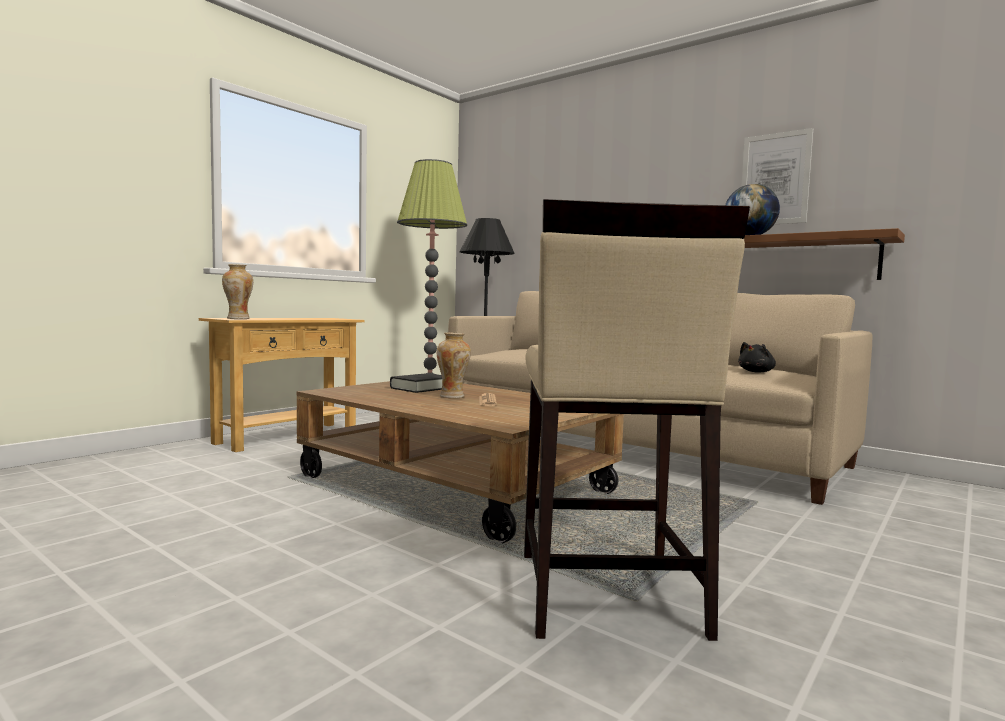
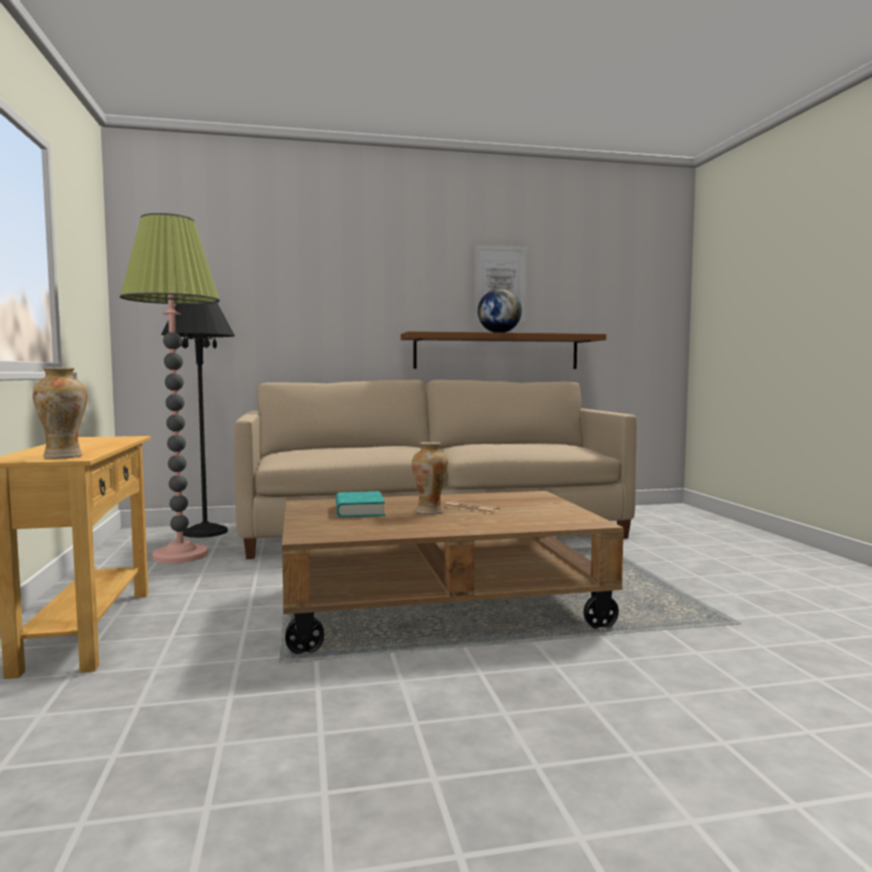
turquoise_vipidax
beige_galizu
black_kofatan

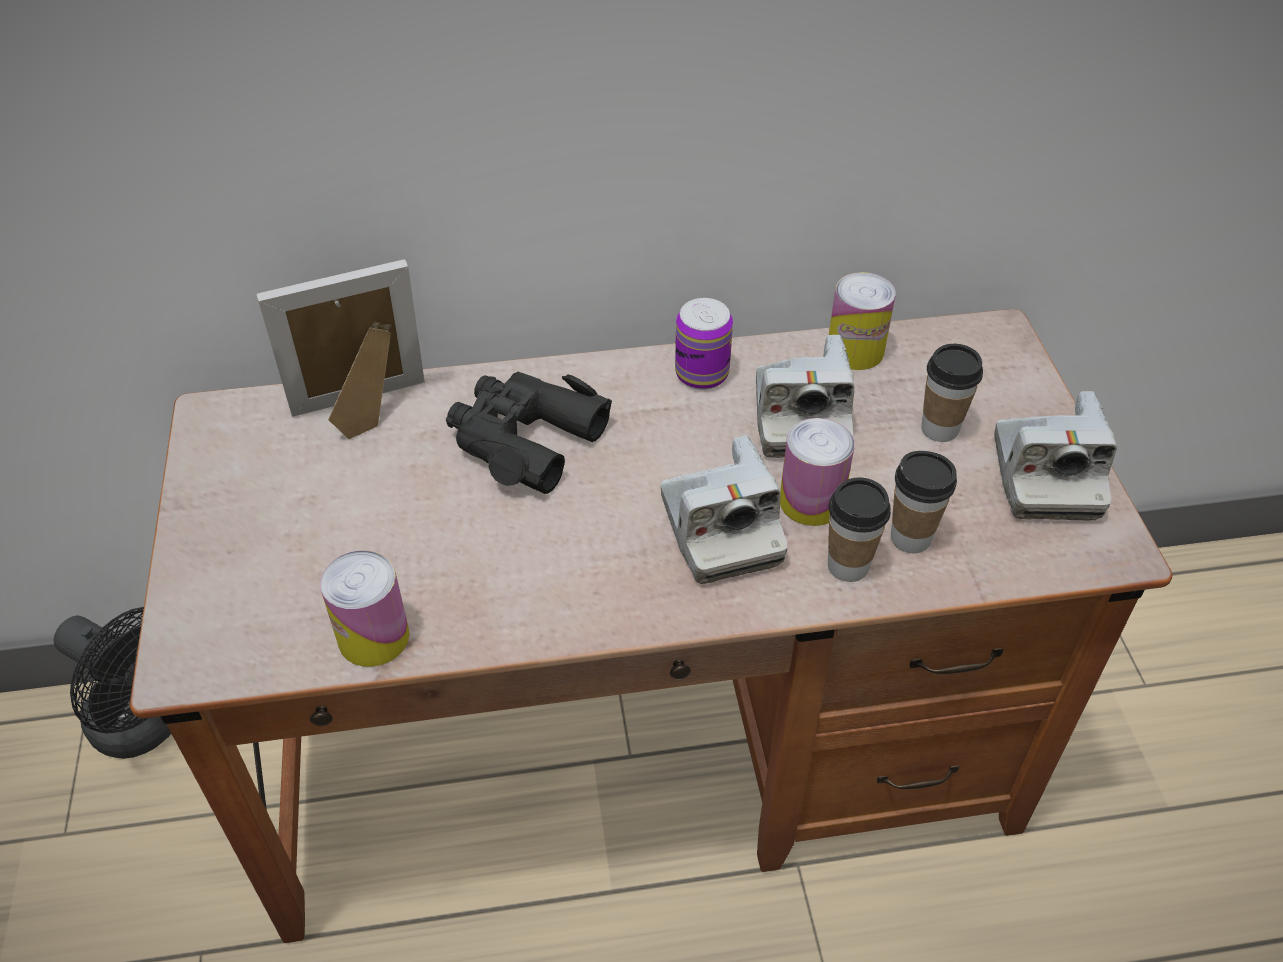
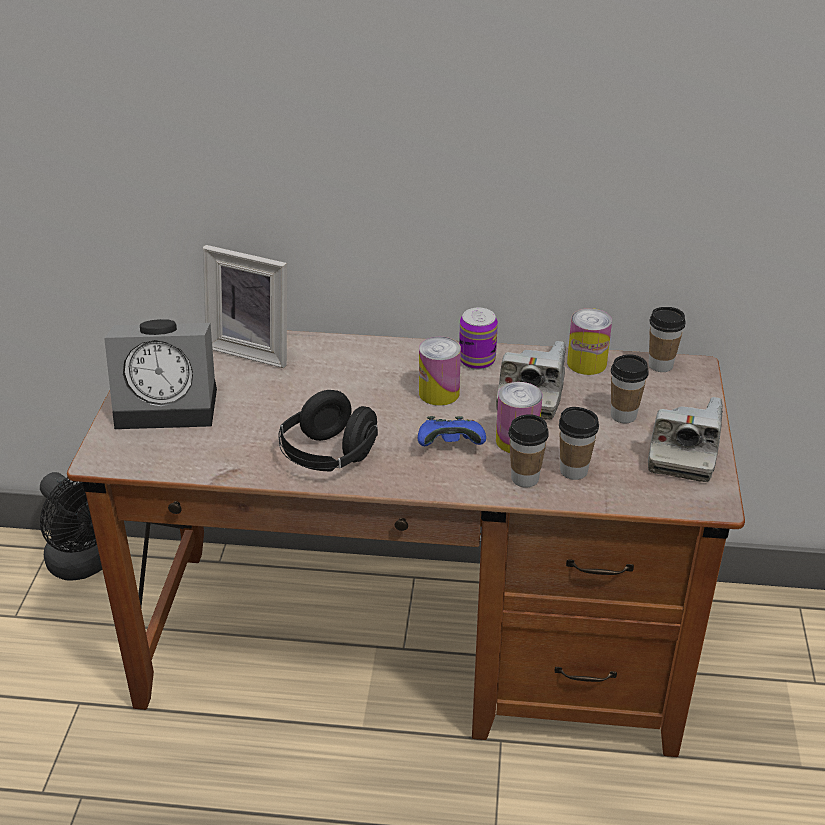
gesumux
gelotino (no. 1 from left)
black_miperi
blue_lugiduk
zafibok
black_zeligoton
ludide (no. 4 from left)

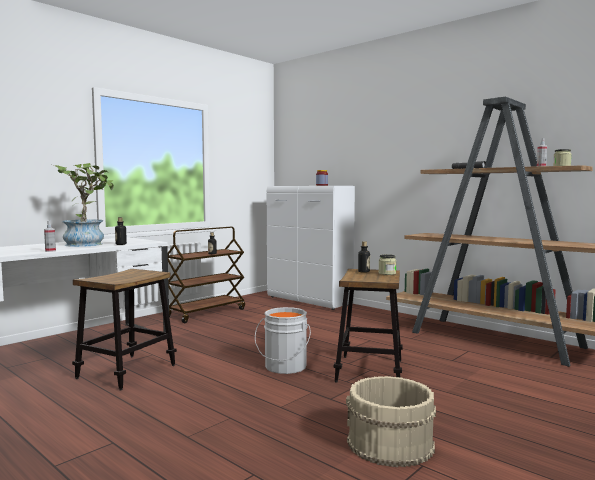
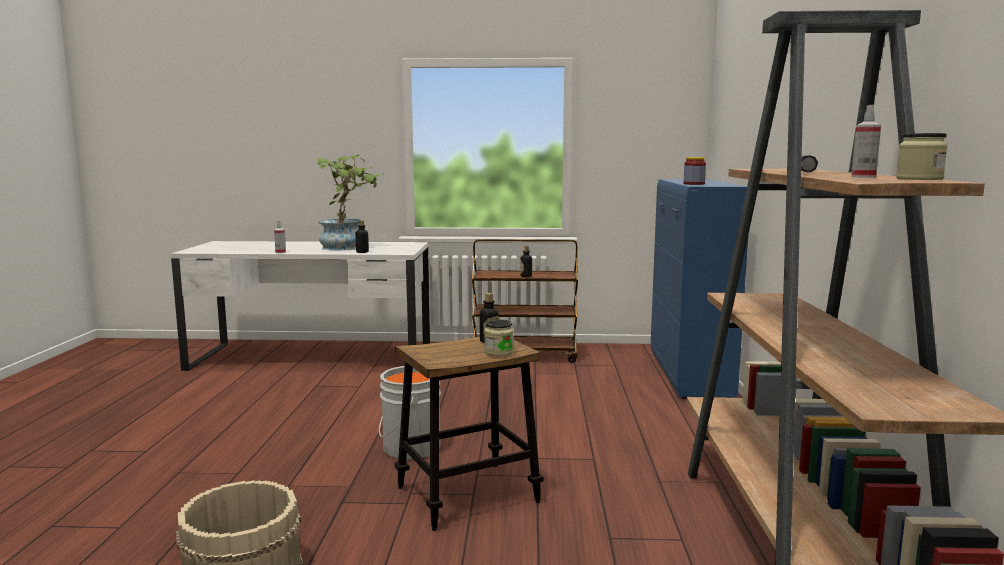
galizu (no. 1 from left in the first image)
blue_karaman

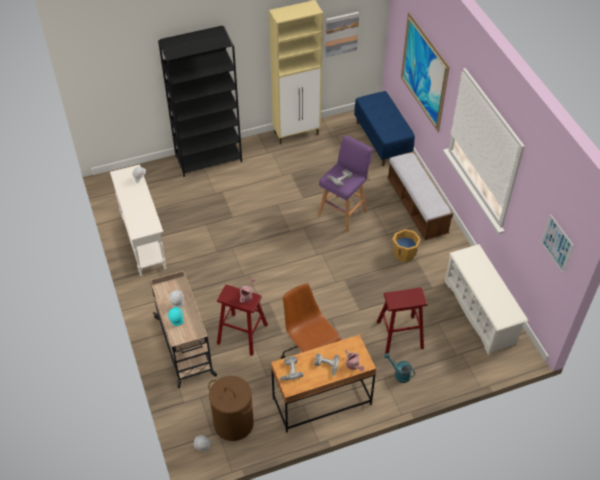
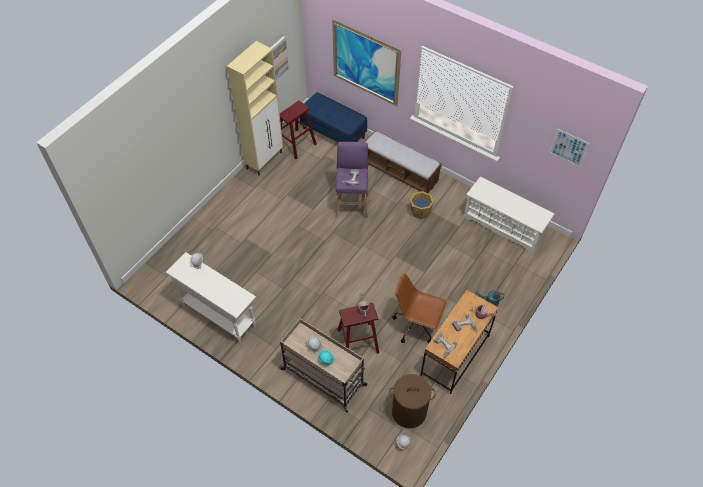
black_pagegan
red_galizu (no. 1 from left)

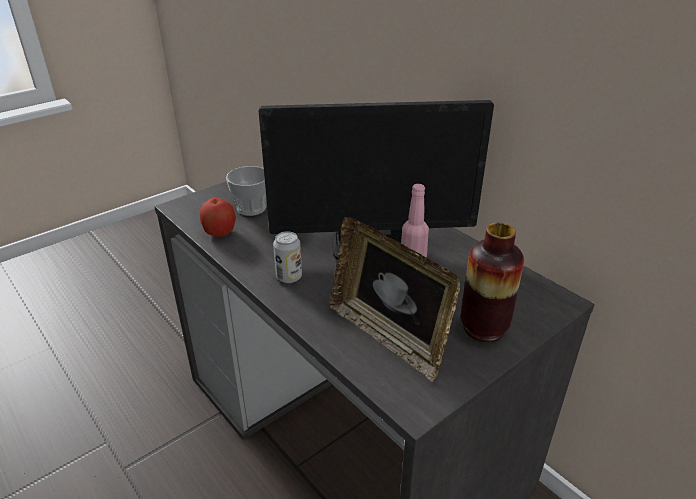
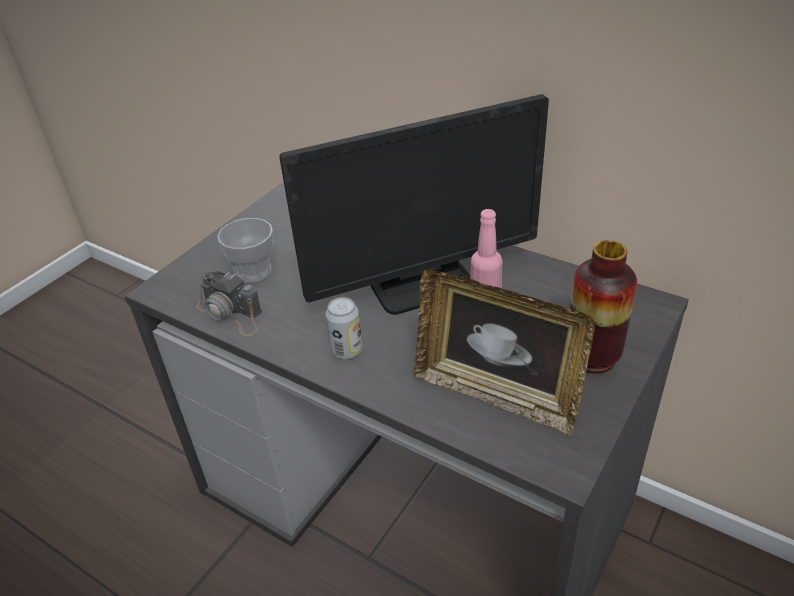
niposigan

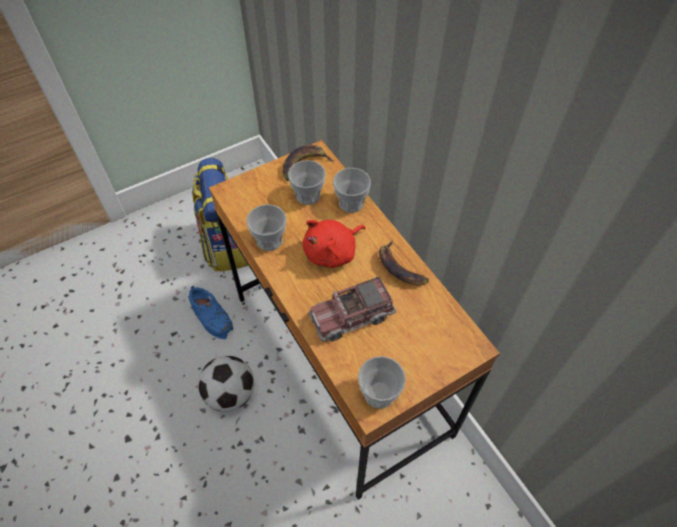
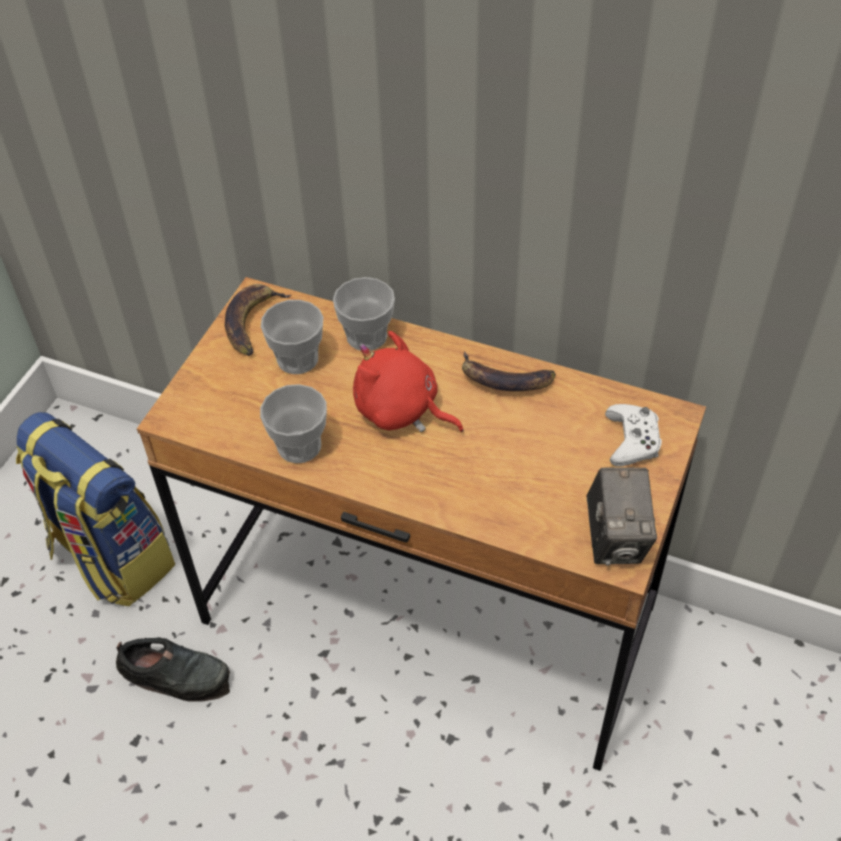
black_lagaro
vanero
red_kofatan
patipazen
niposigan
white_lugiduk

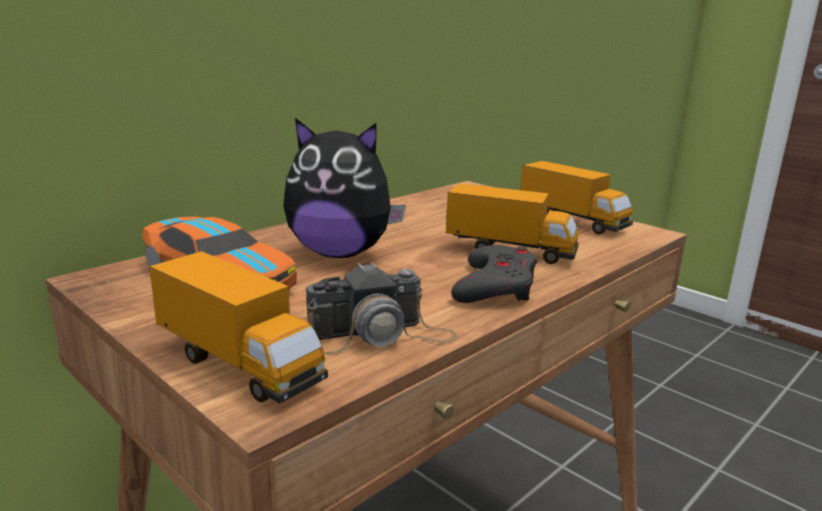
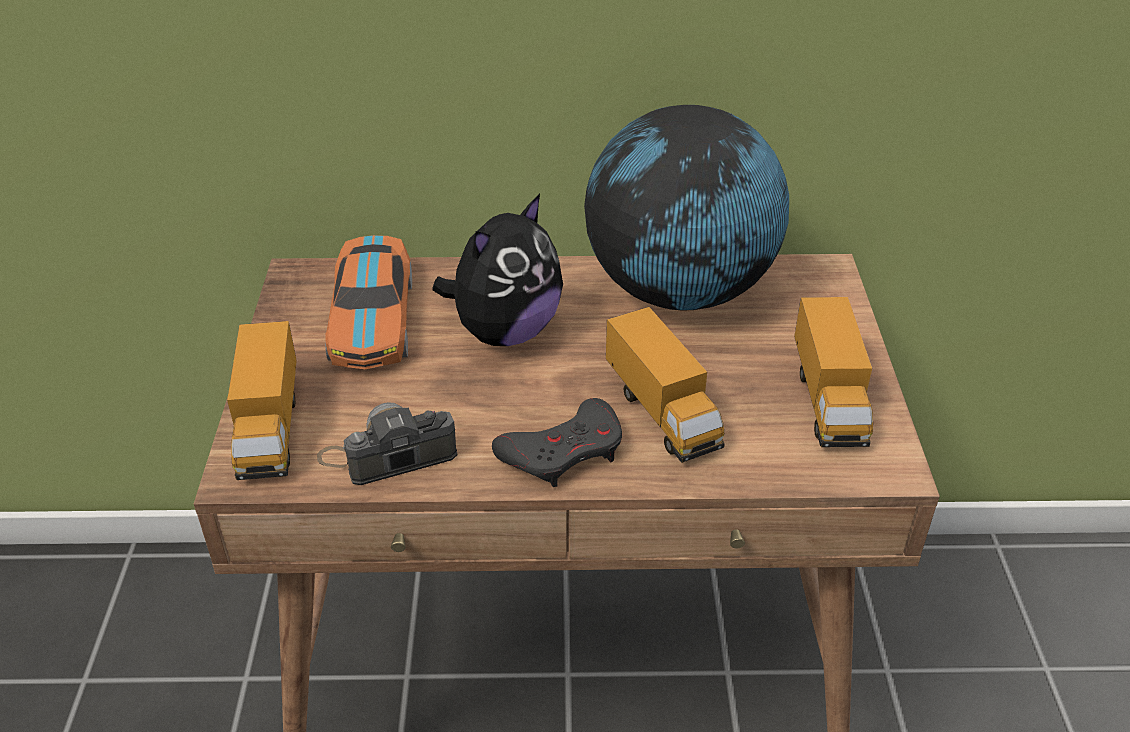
kofatan
niposigan
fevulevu

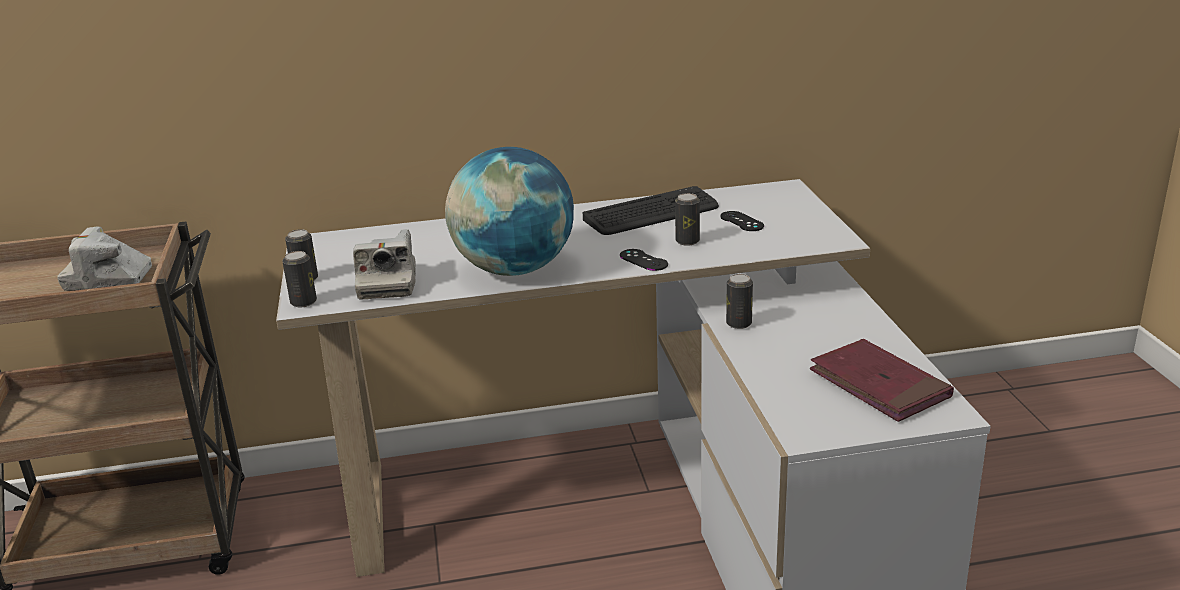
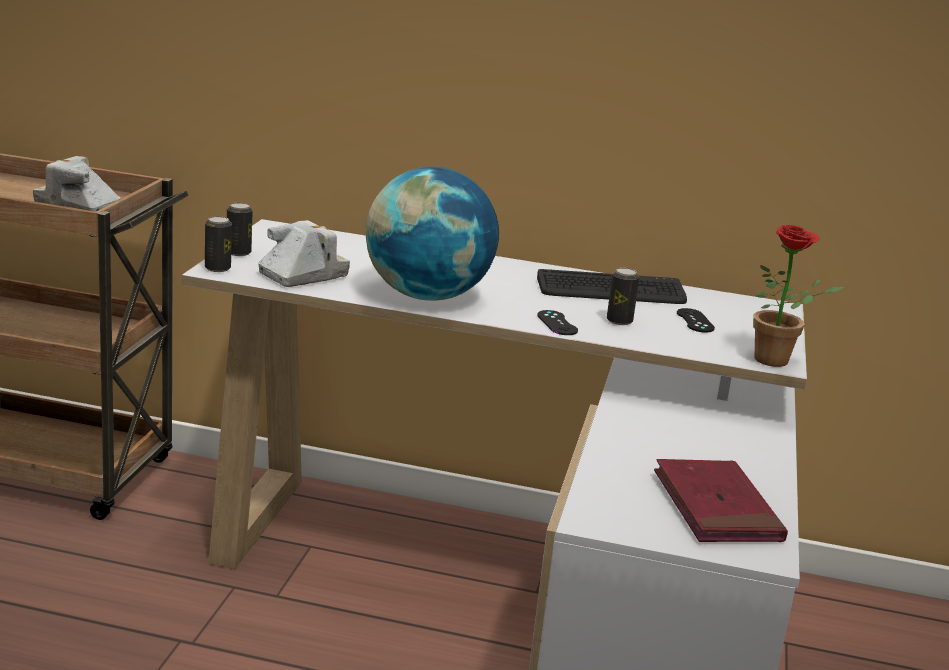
niposigan (no. 2 from left)
gelotino (no. 4 from left in the first image)
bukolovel

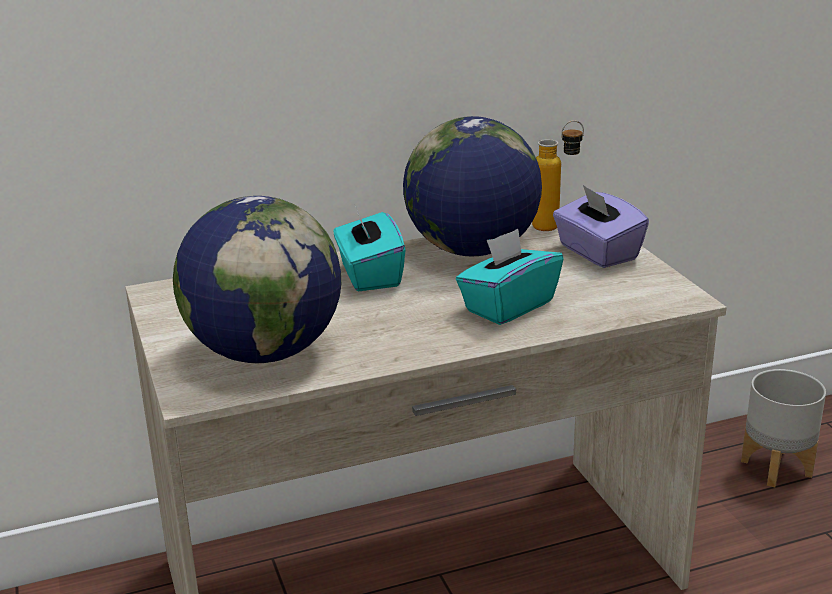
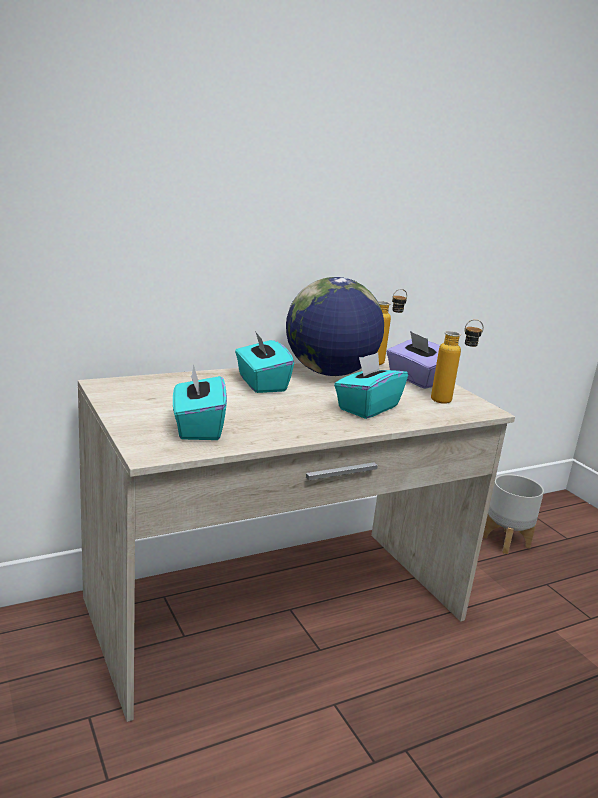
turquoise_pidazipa (no. 1 from left)
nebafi (no. 2 from left)

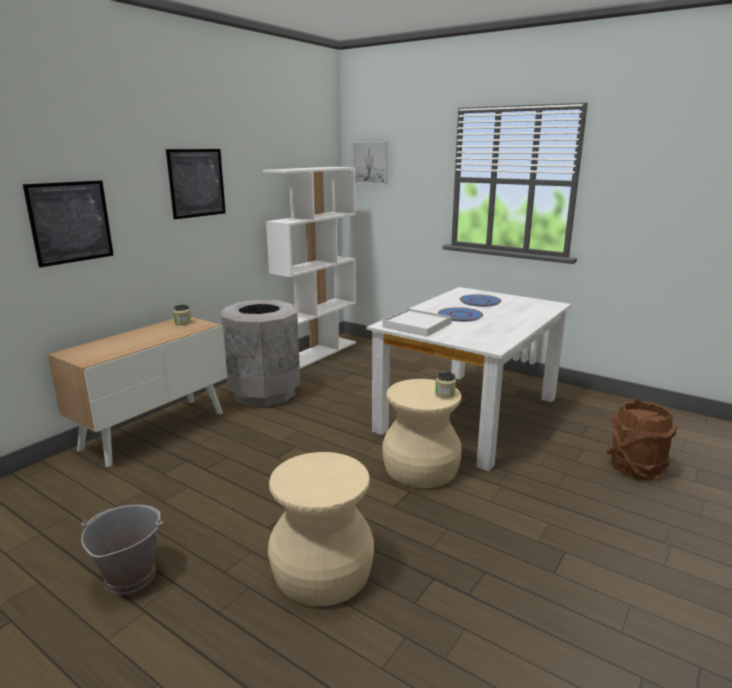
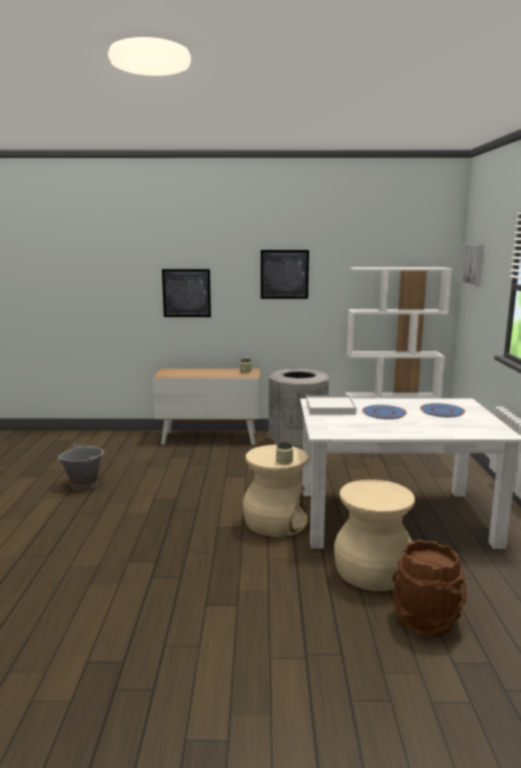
beige_galizu (no. 2 from left)

